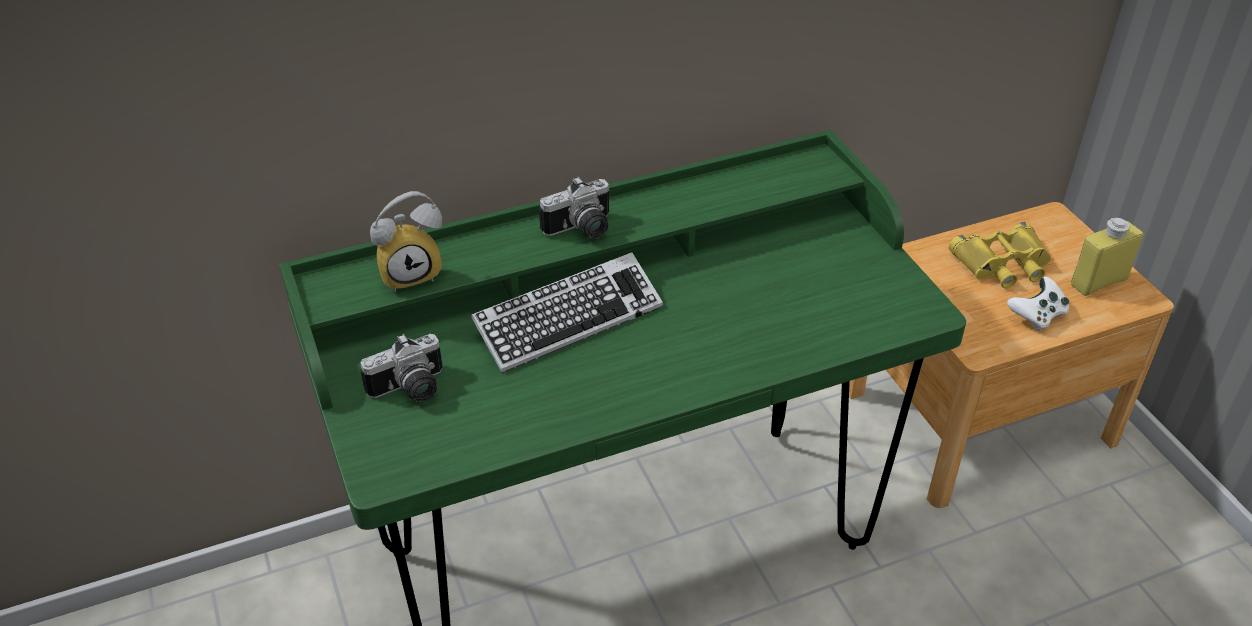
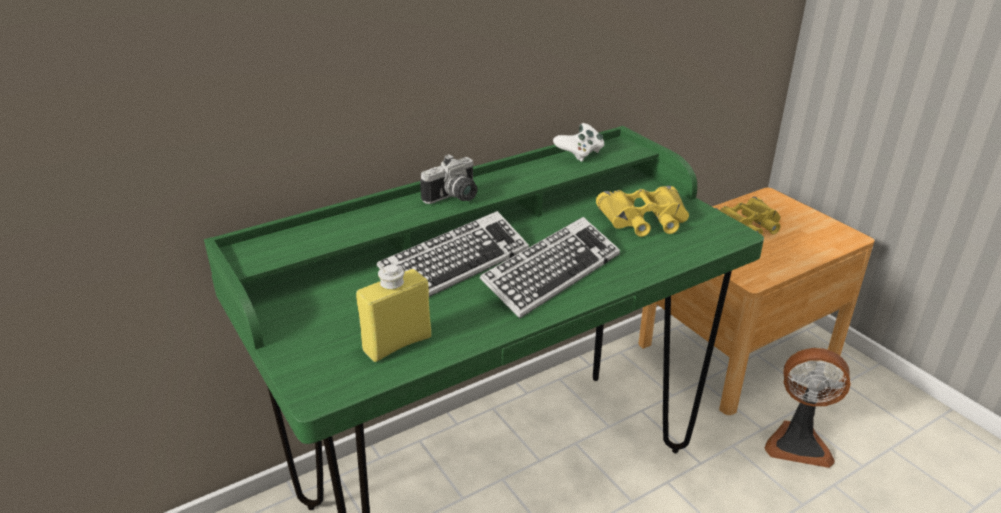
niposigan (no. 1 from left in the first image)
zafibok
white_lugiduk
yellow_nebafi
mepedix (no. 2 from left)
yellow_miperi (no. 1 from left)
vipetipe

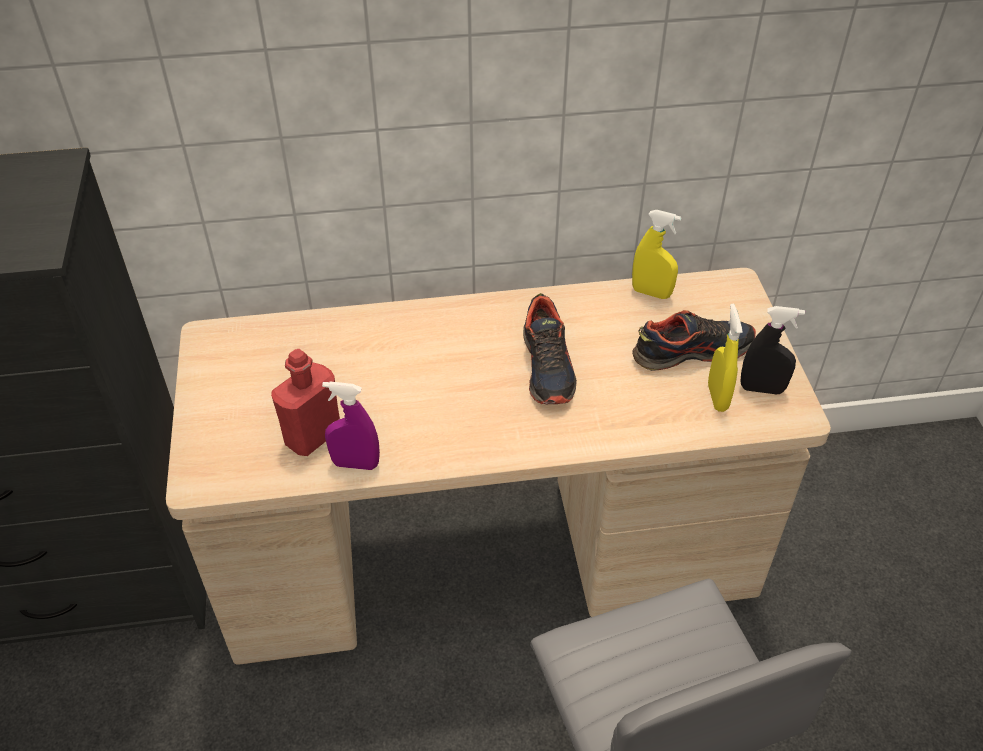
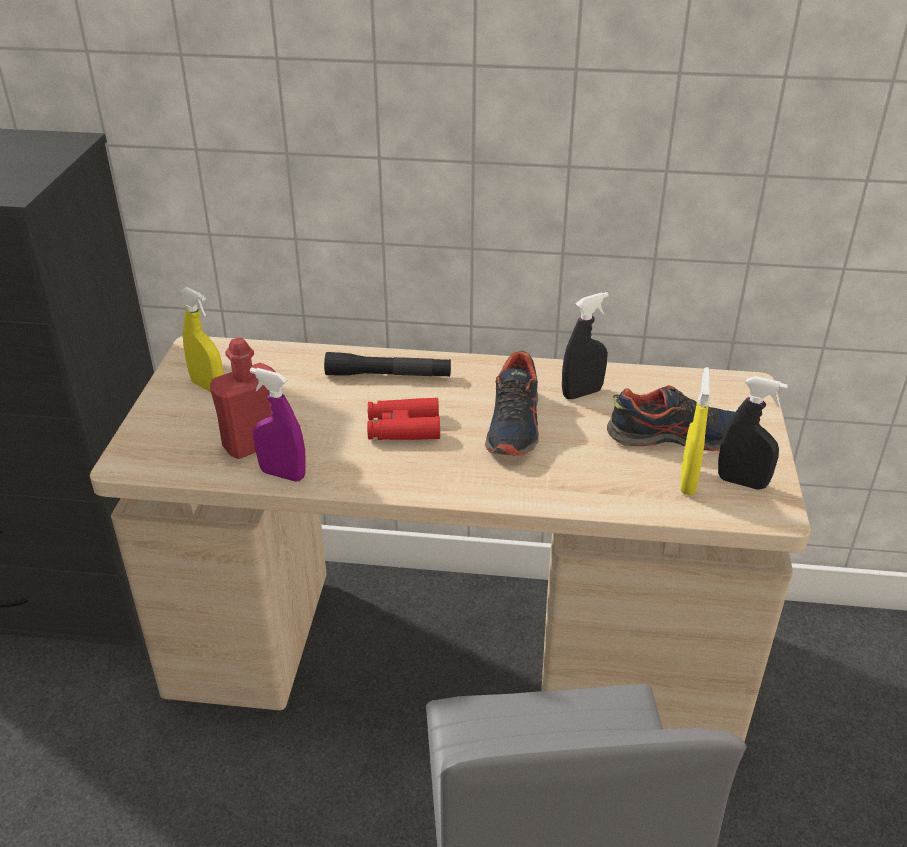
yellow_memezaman (no. 1 from left)
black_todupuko
red_miperi
black_memezaman (no. 1 from left)

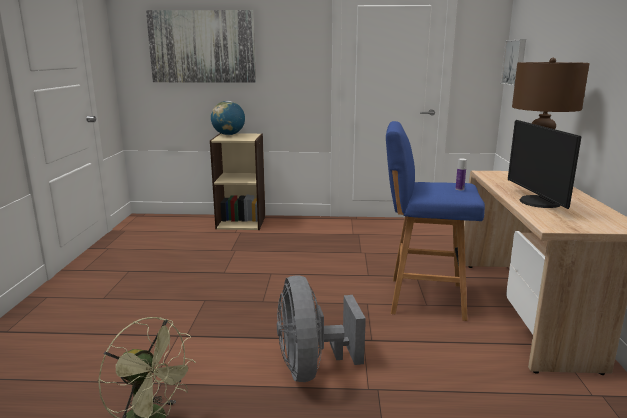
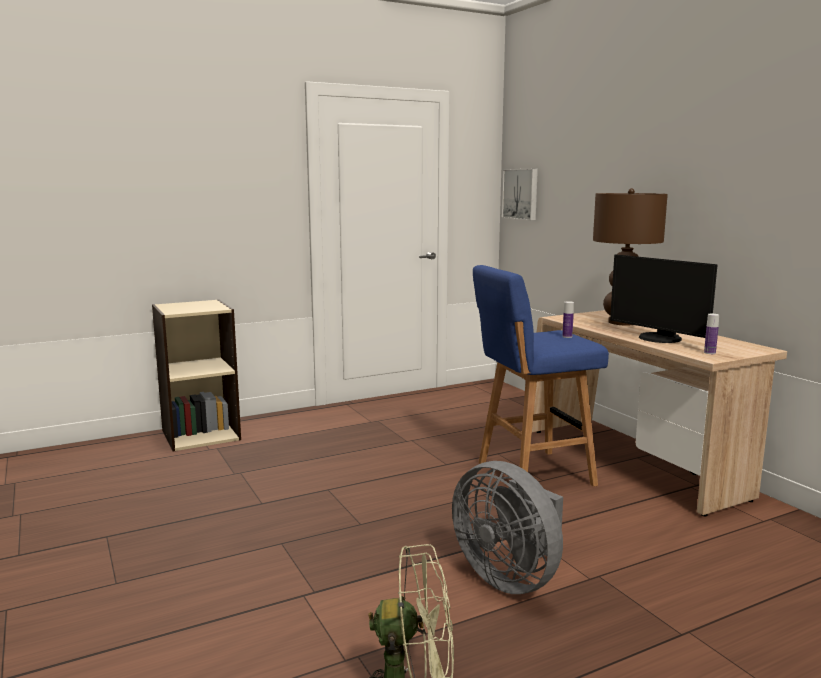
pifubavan (no. 1 from left in the first image)
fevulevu
nebafi (no. 2 from left)

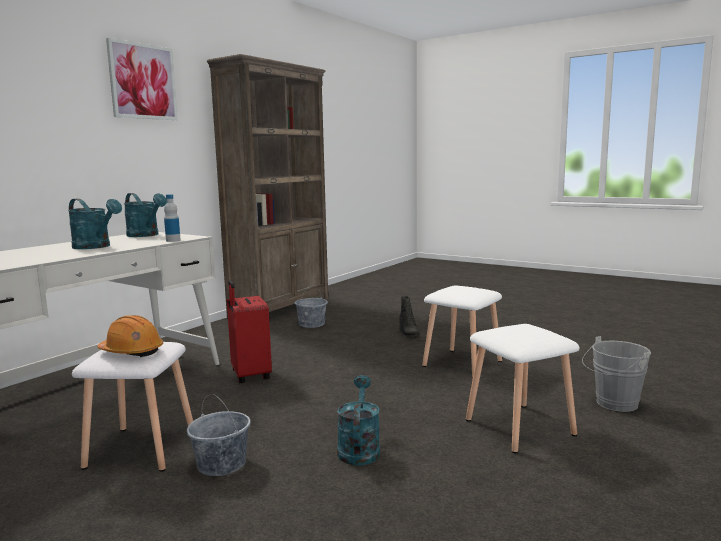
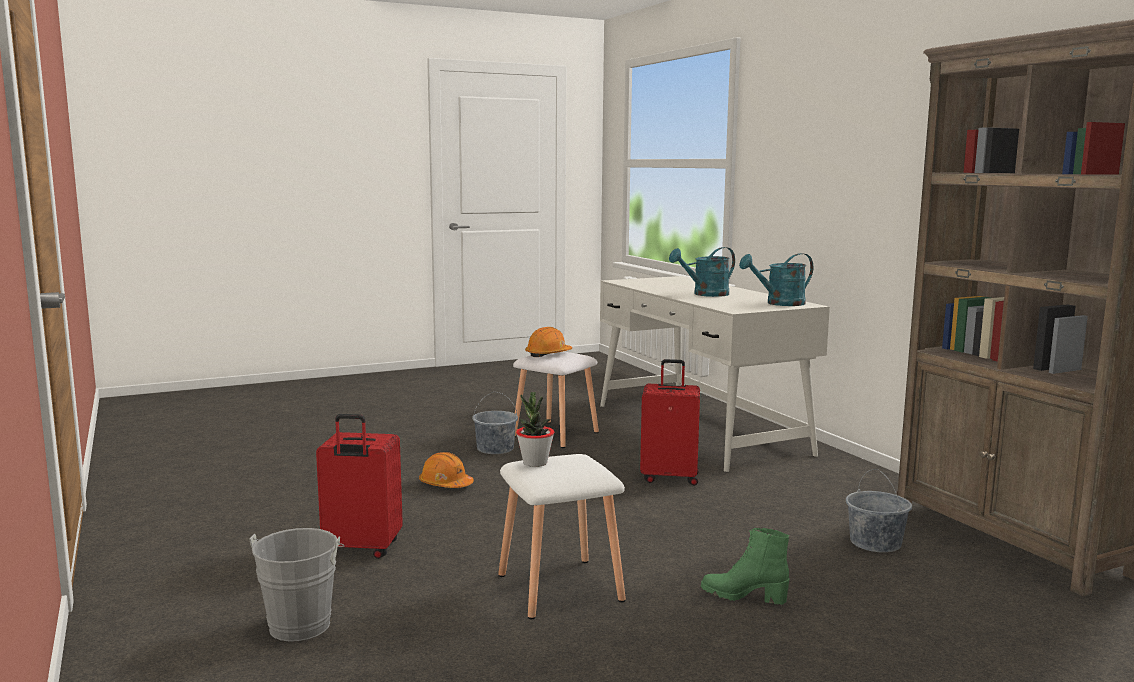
pifubavan
nebafi
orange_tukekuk (no. 1 from left)
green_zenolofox
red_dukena (no. 1 from left)
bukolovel

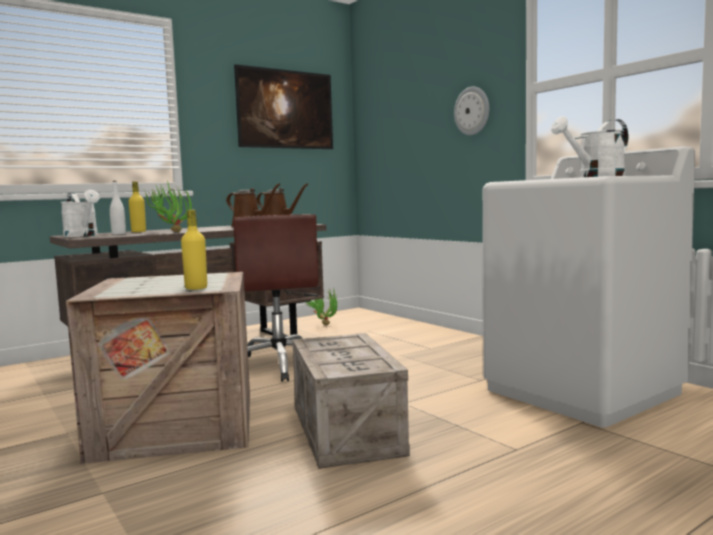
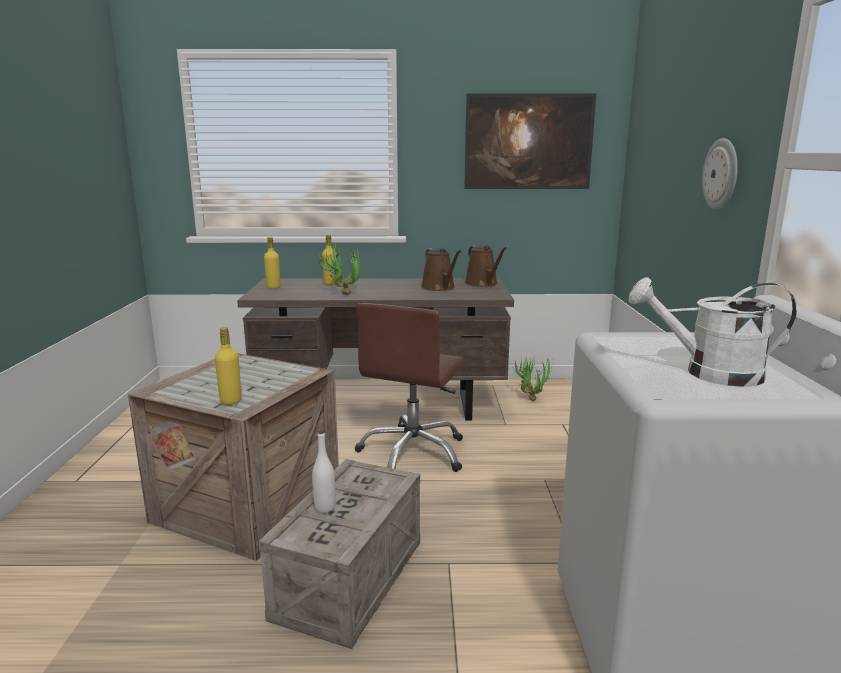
yellow_nebafi (no. 2 from left)
white_nebafi

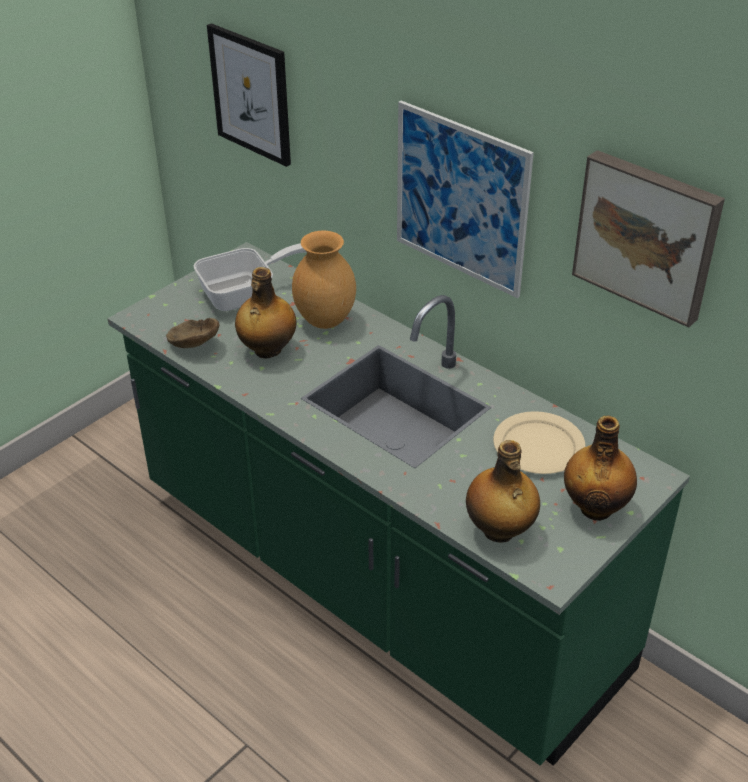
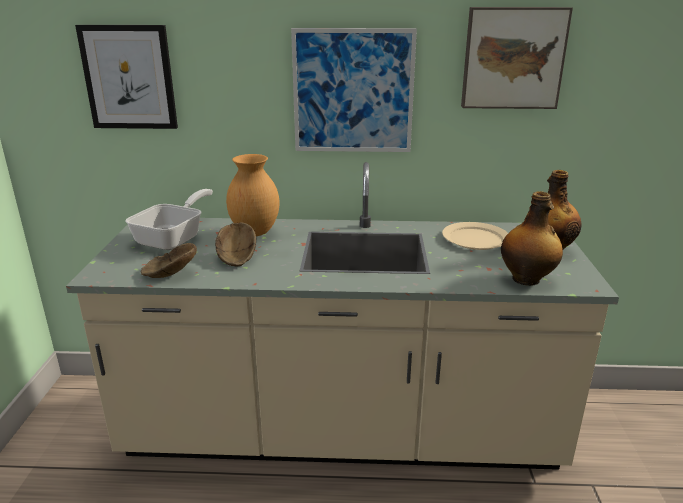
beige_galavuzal
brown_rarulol (no. 2 from left)

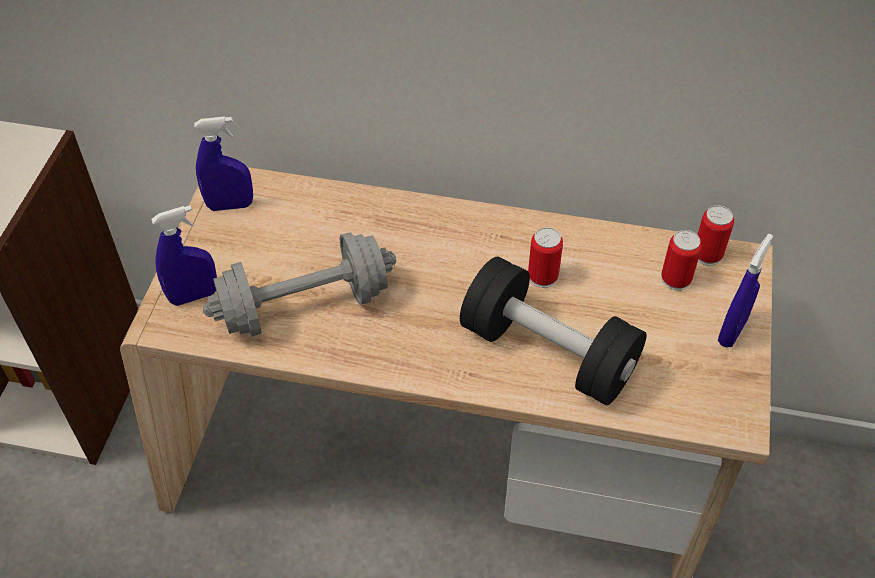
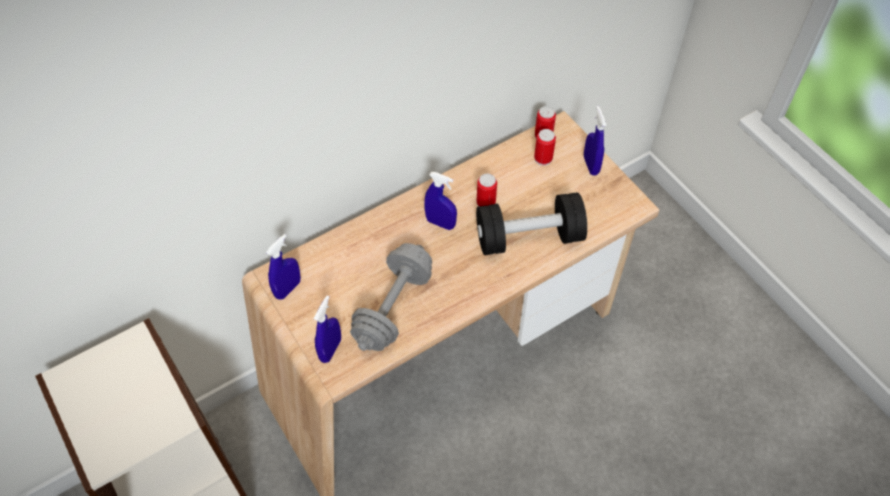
blue_memezaman (no. 3 from left)

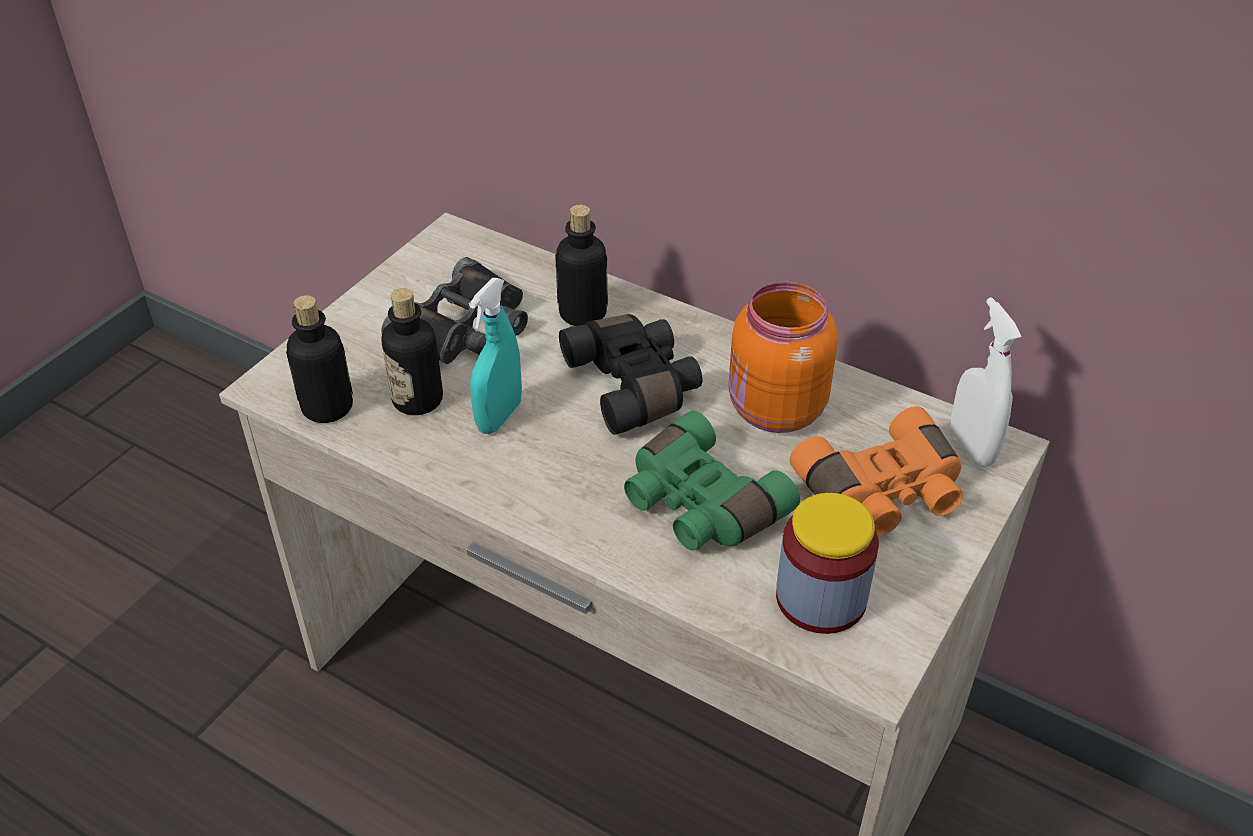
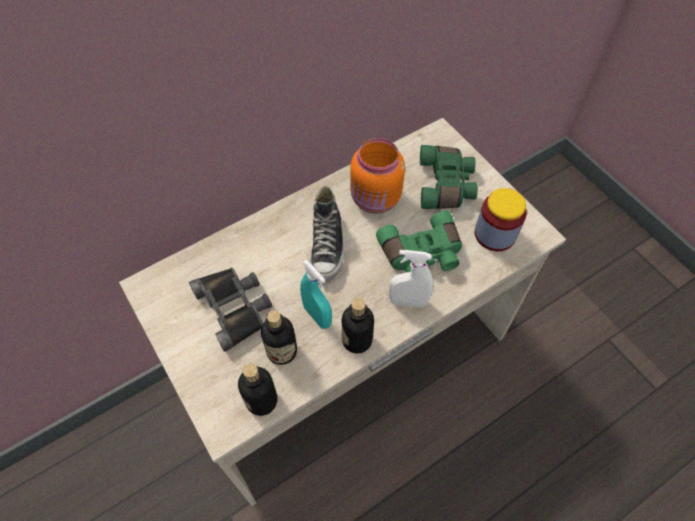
nebafi (no. 3 from left)
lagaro
green_miperi (no. 2 from left)
white_memezaman

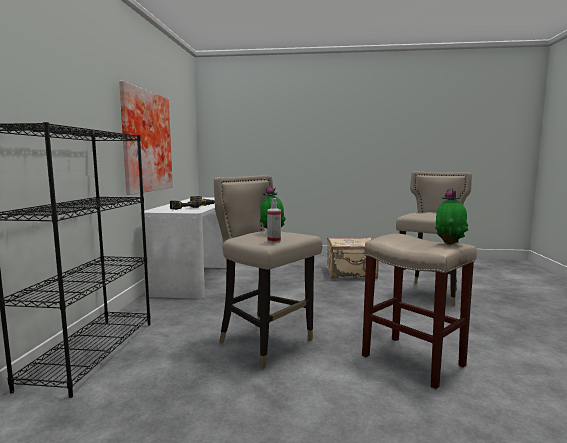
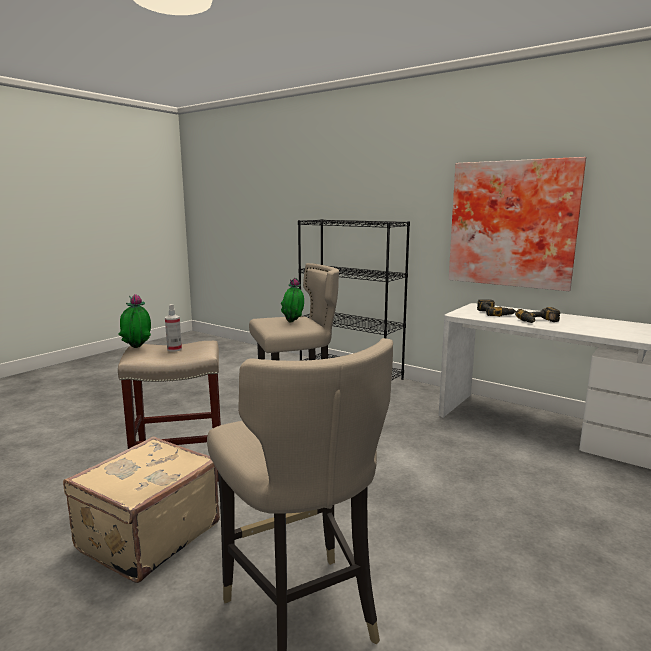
memezaman
beige_dukena

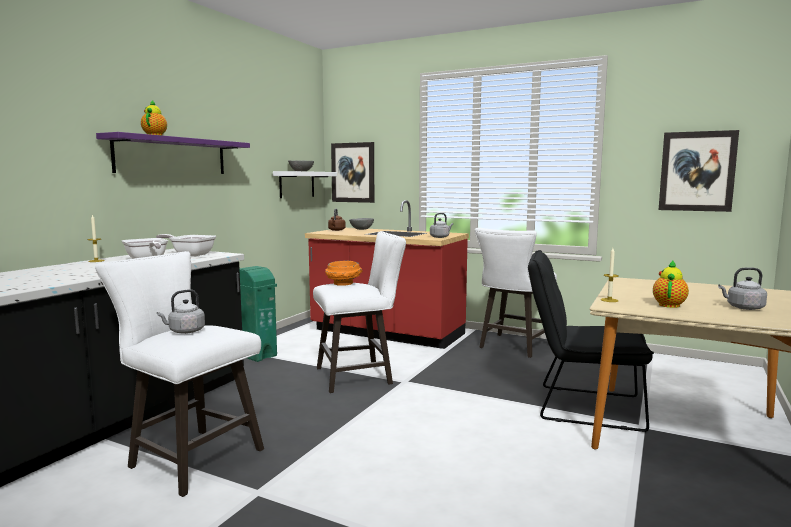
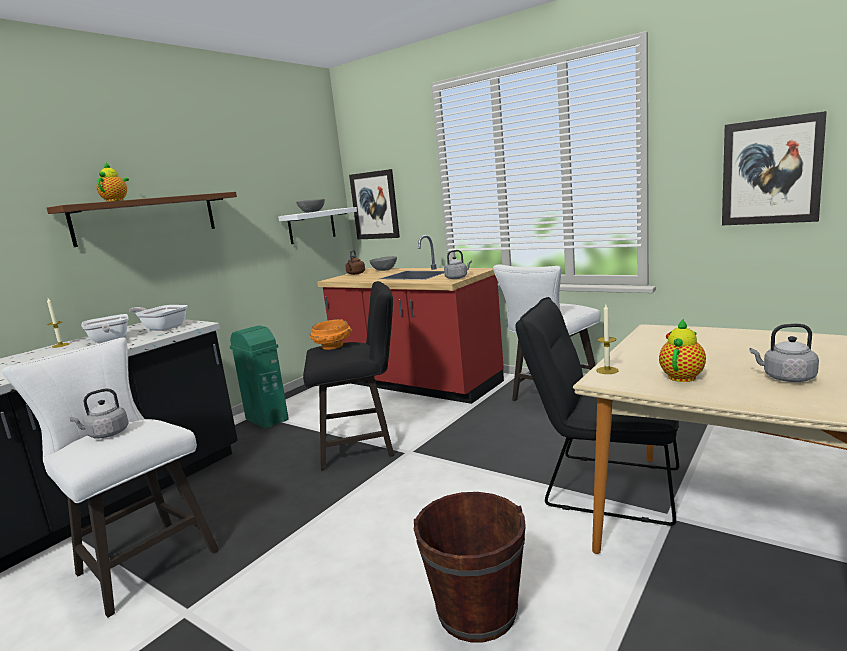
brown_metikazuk
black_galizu
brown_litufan

